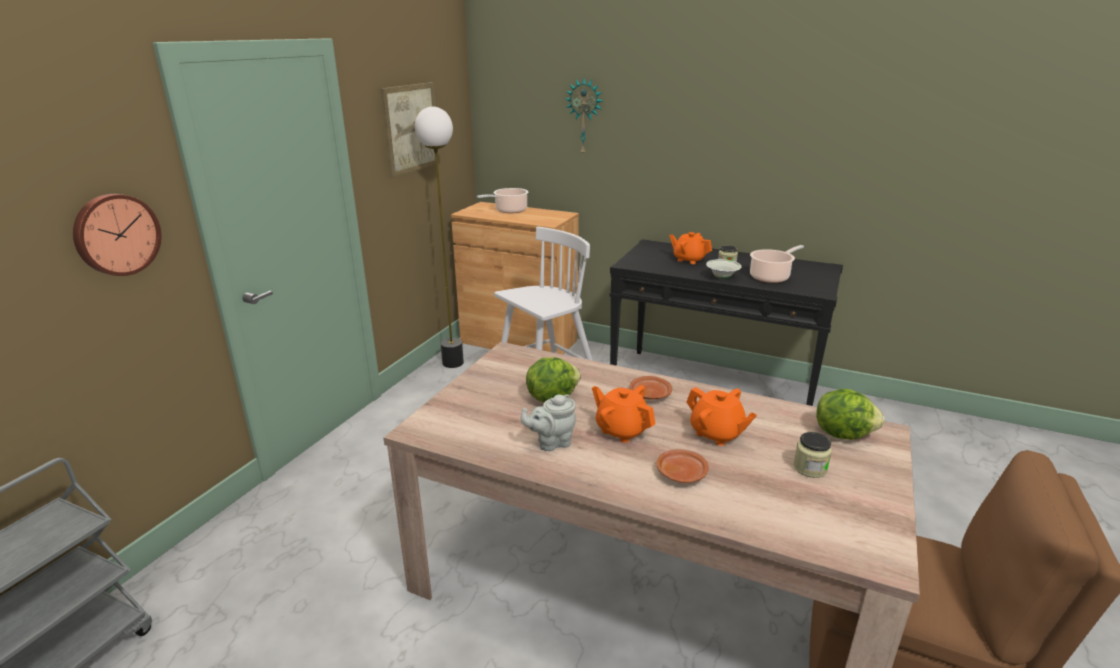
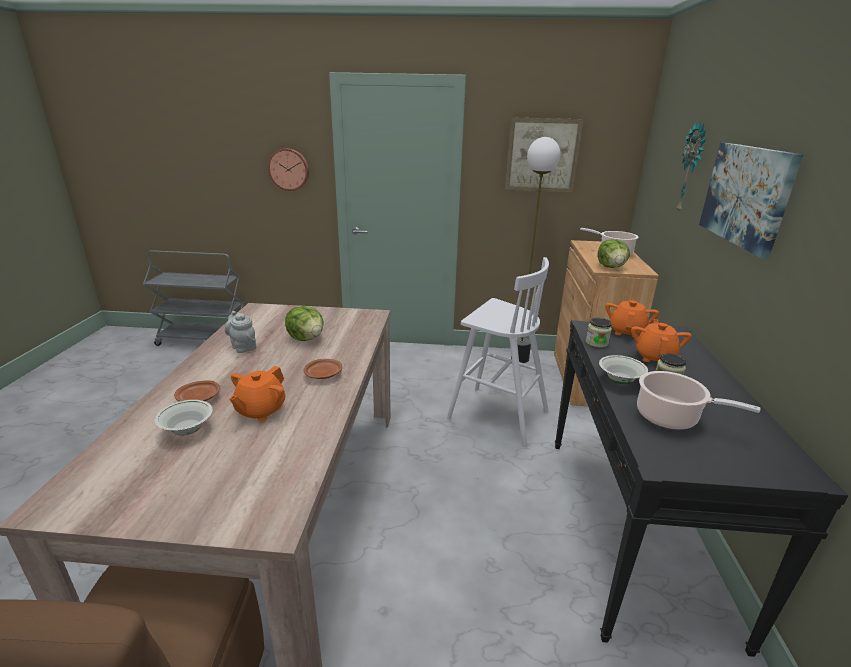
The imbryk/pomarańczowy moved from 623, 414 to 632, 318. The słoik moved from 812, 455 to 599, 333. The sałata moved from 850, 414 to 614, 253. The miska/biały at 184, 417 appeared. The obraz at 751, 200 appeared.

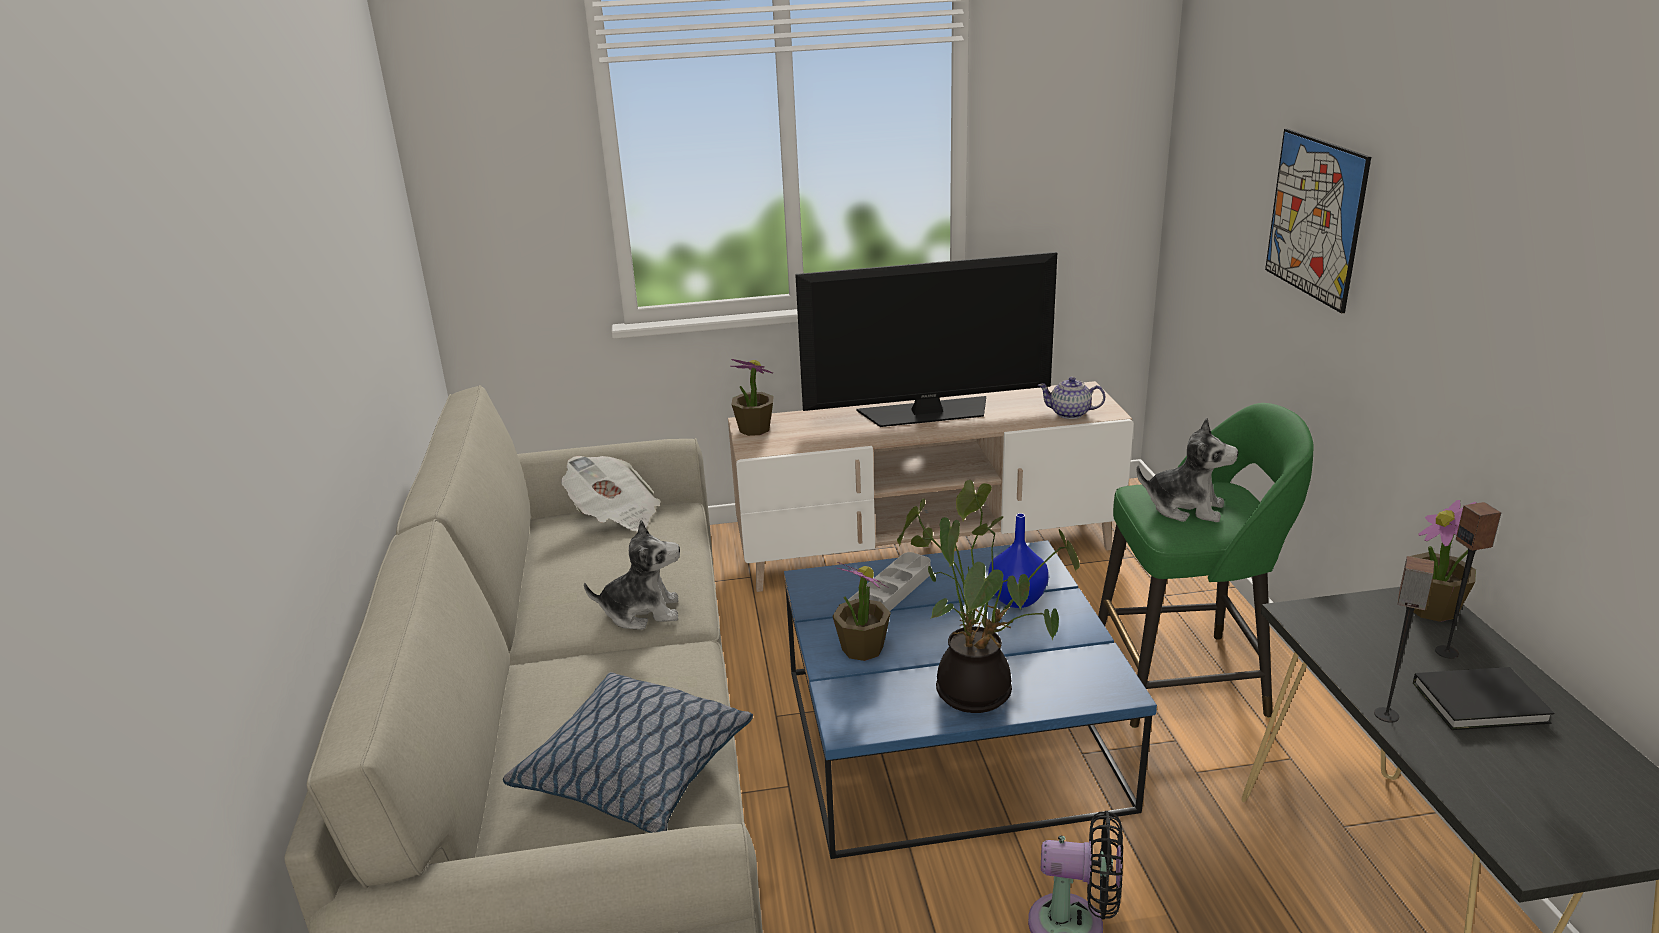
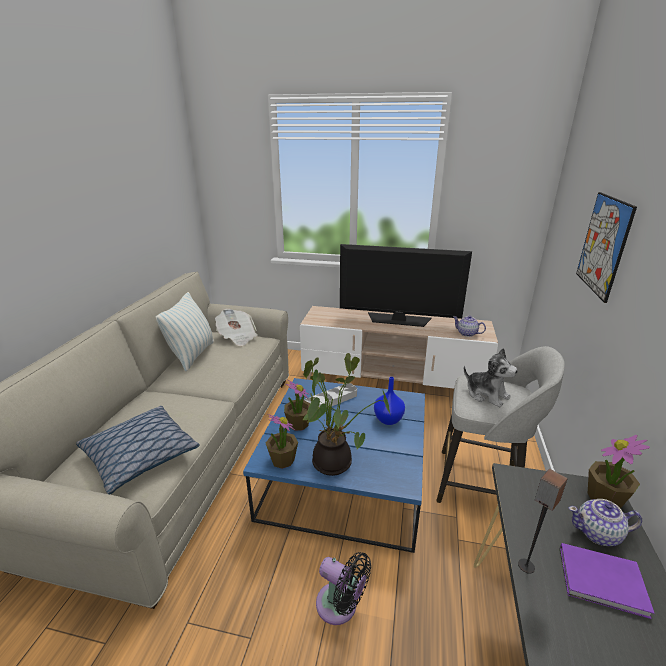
The pluszak at 632, 575 disappeared. The roślina doniczkowa moved from 752, 397 to 282, 441. The stołek/zielony at 1206, 565 became the stołek/szary at 500, 424. The książka/czarny at 1483, 698 became the książka/fioletowy at 607, 581. The głośnik at 1468, 580 was replaced by the imbryk at 605, 522. The poduszka at 185, 332 appeared.

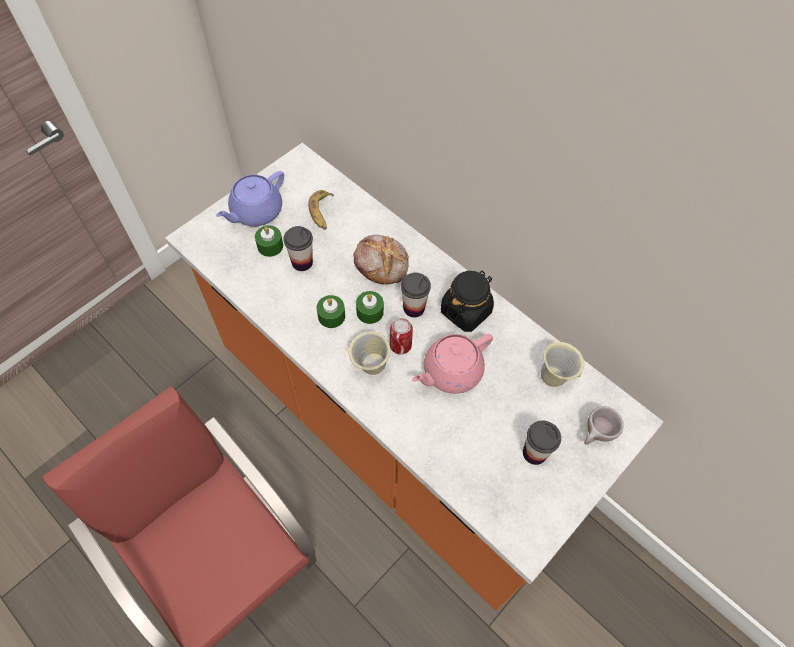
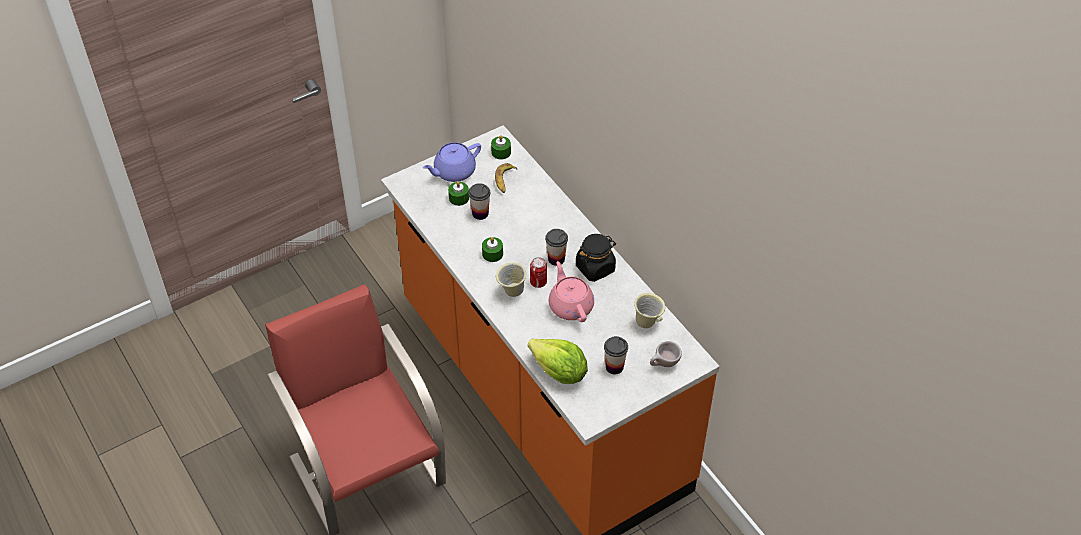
The chleb at 381, 259 disappeared. The świeca/zielony moved from 370, 307 to 501, 147. The imbryk/różowy at 452, 364 turned 90 degrees clockwise. The sałata at 558, 361 appeared.

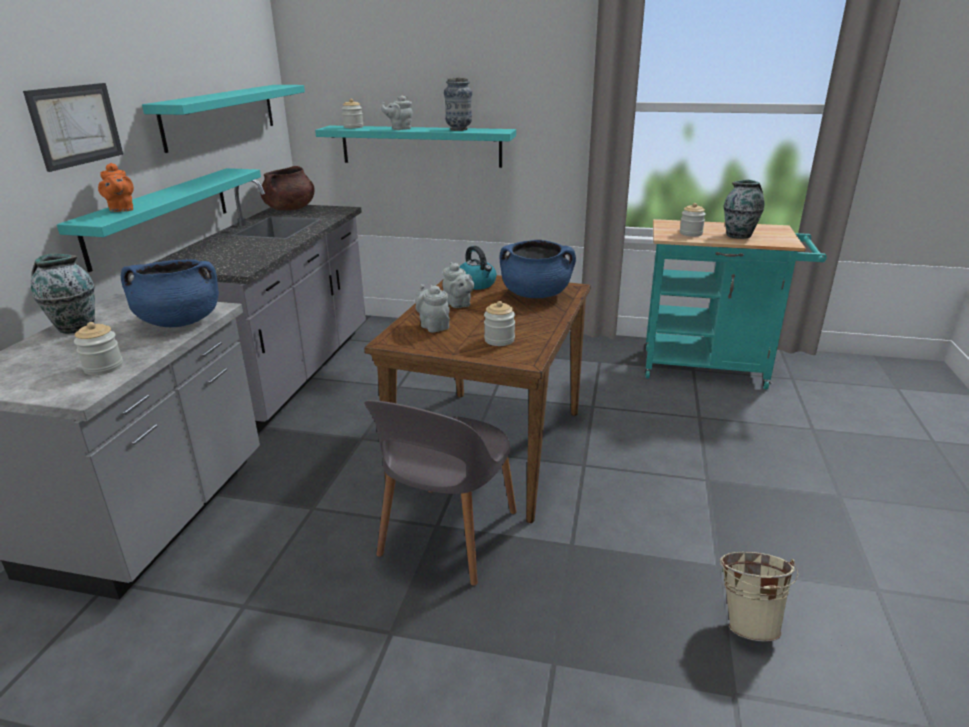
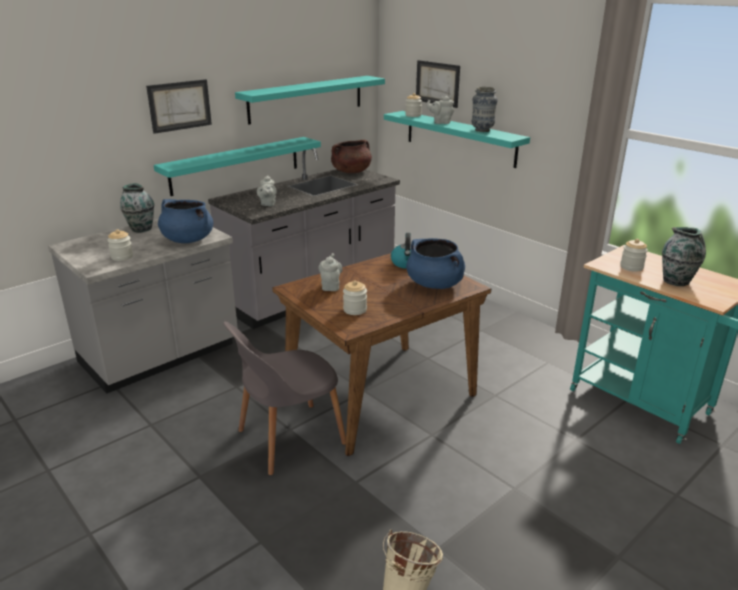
The imbryk/pomarańczowy at 116, 187 disappeared. The imbryk/szary moved from 458, 285 to 266, 190. The obraz at 438, 84 appeared.

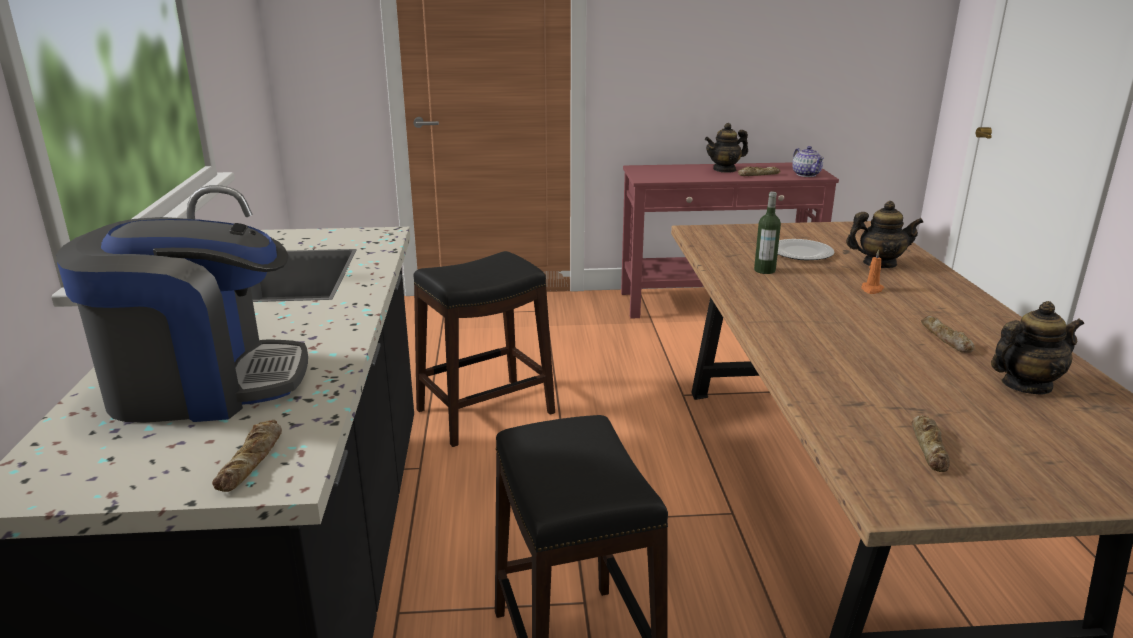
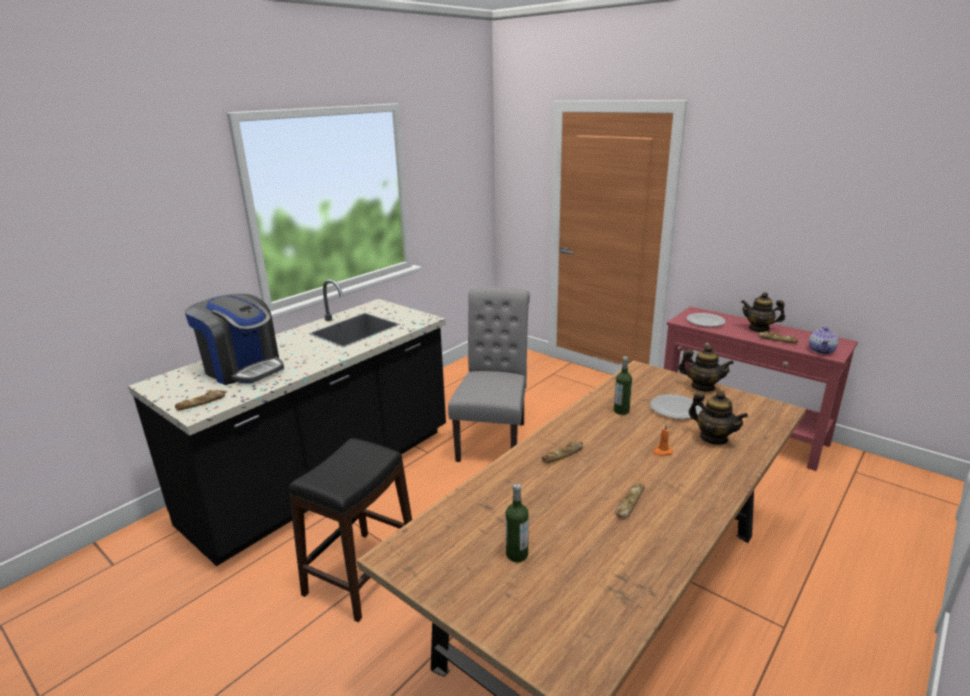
The stołek/czarny at 484, 349 was replaced by the krzesło/szary at 489, 374. The chleb moved from 930, 443 to 562, 452. The imbryk moved from 1037, 348 to 706, 368. The butelka at 517, 522 appeared. The talerz at 706, 320 appeared.

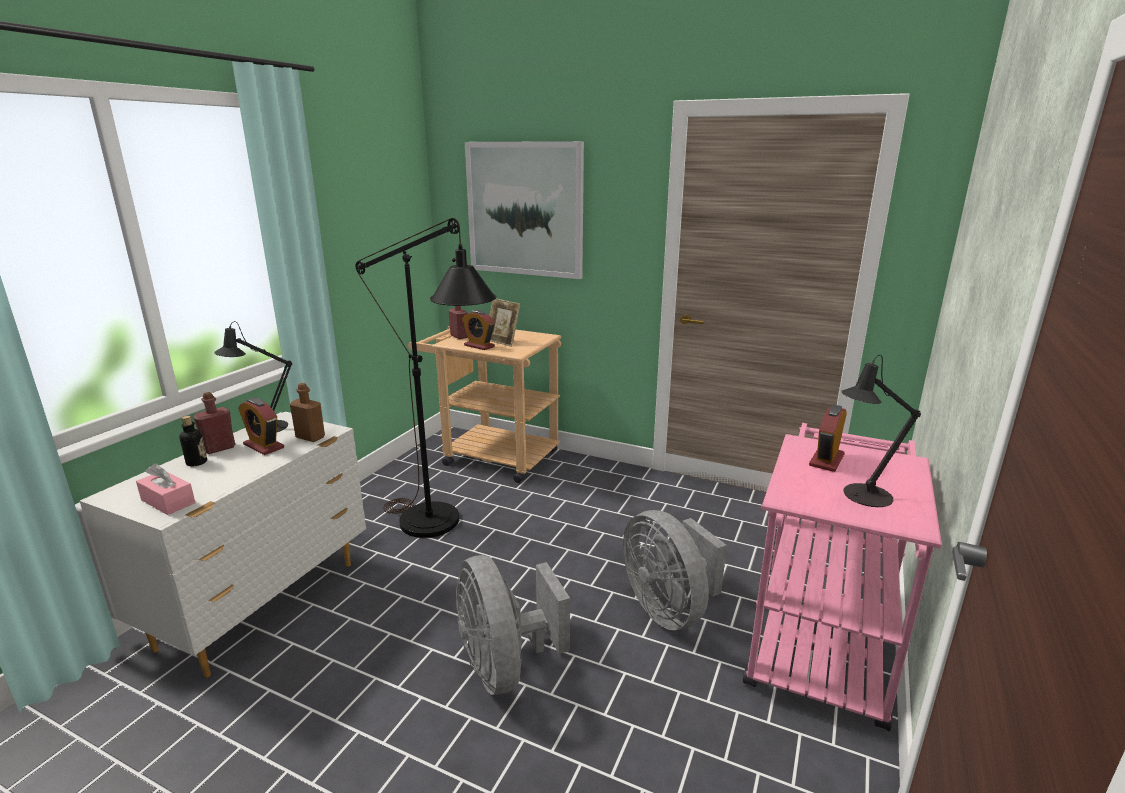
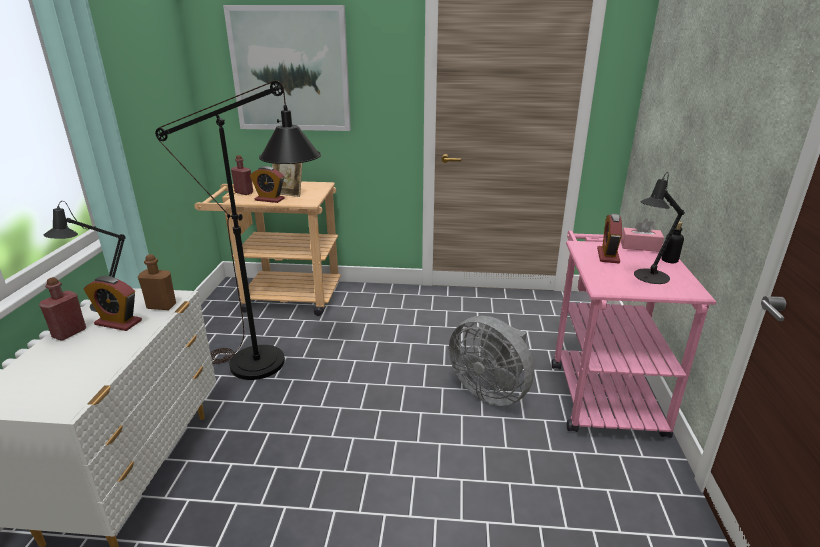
The pudełko chusteczek/różowy moved from 165, 489 to 642, 235. The butelka moved from 193, 441 to 673, 242. The wentylator/szary at 513, 625 disappeared.

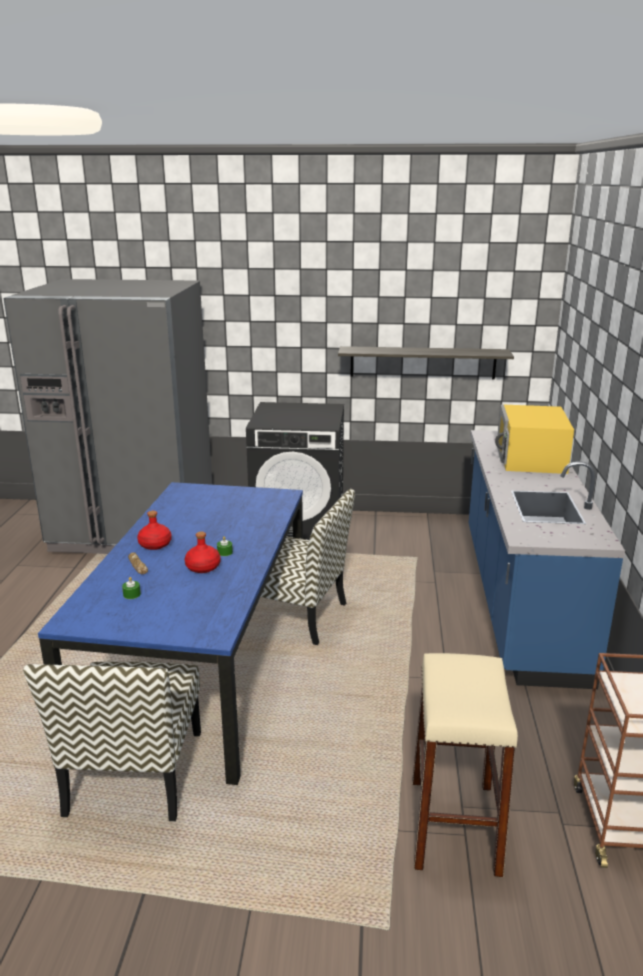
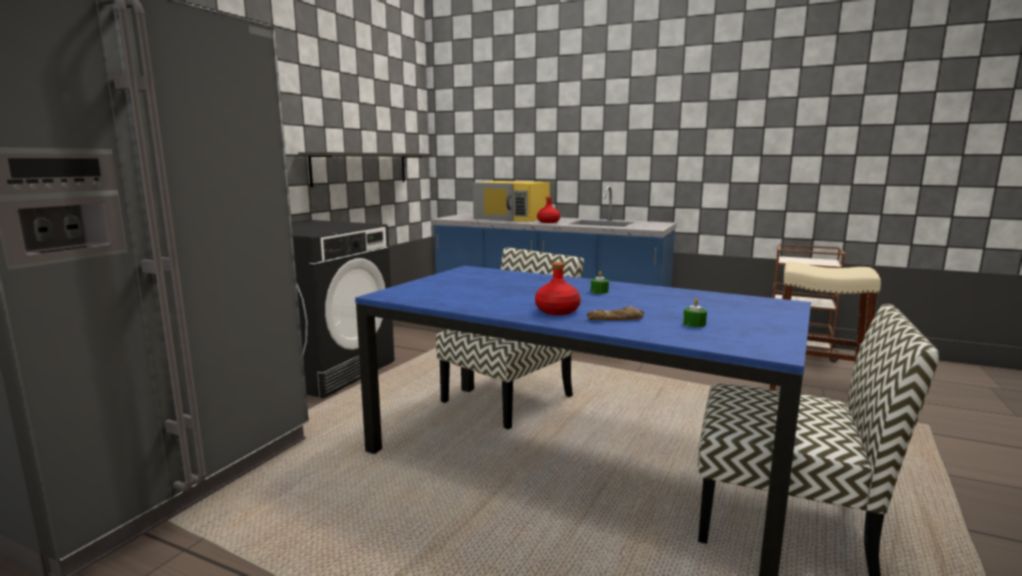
The butelka/czerwony moved from 202, 552 to 548, 210.

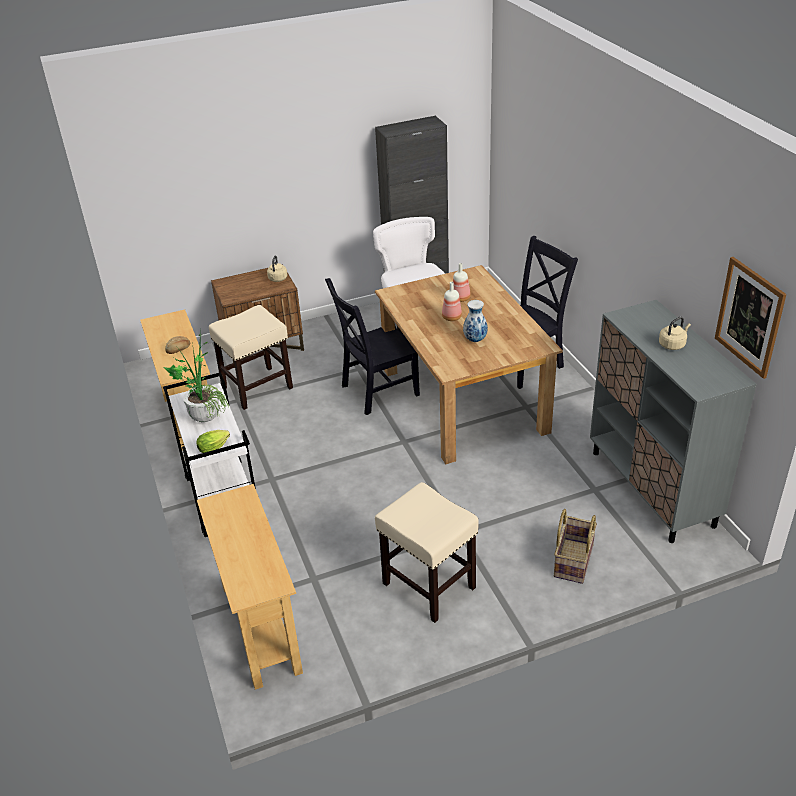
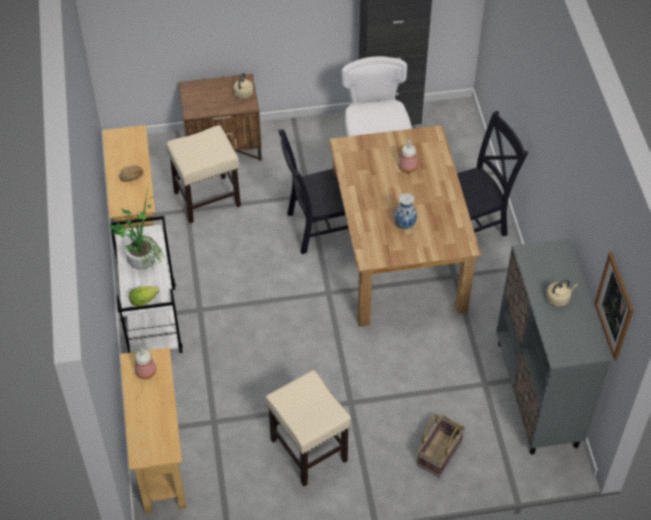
The butelka moved from 452, 301 to 145, 363.

